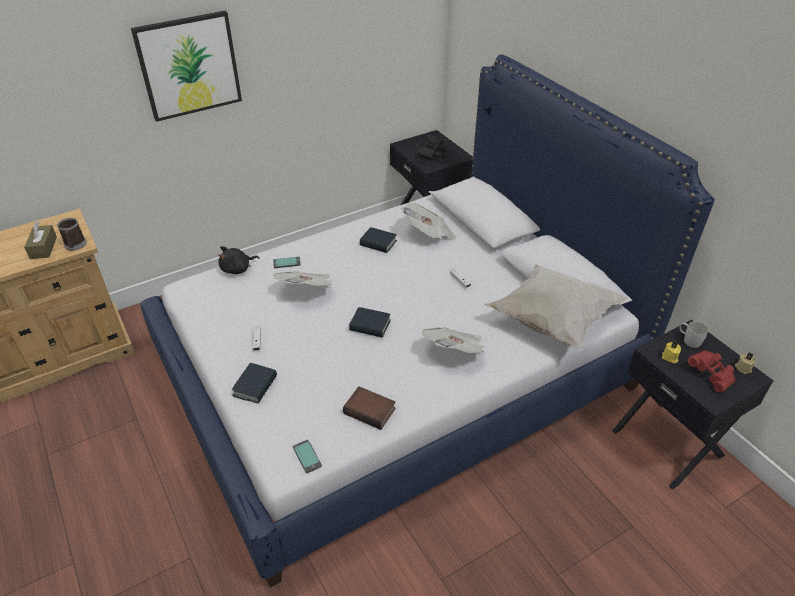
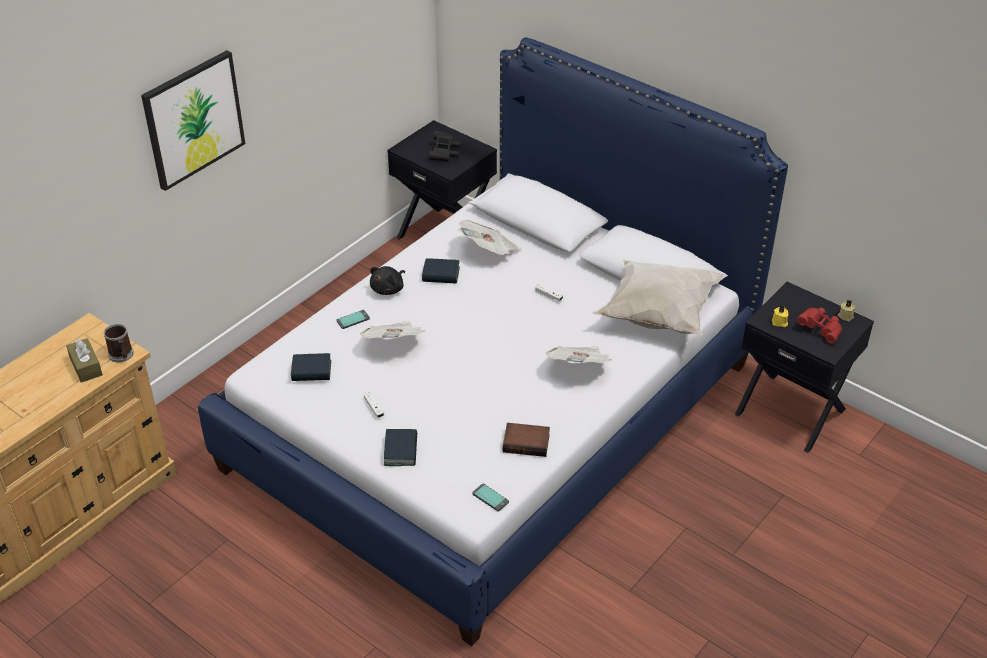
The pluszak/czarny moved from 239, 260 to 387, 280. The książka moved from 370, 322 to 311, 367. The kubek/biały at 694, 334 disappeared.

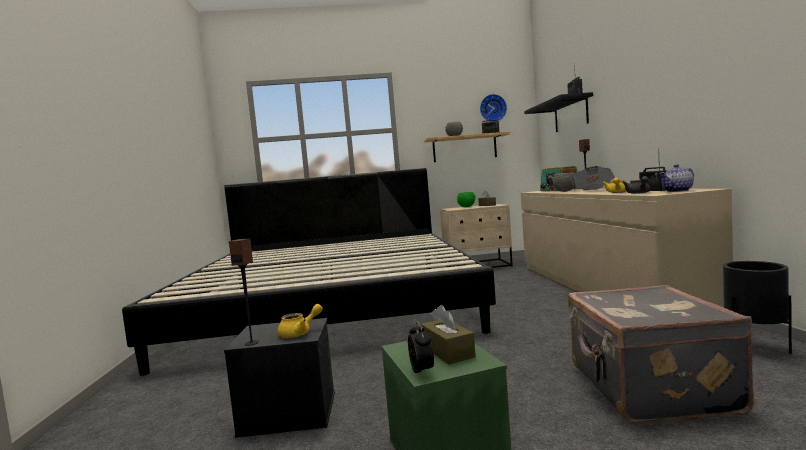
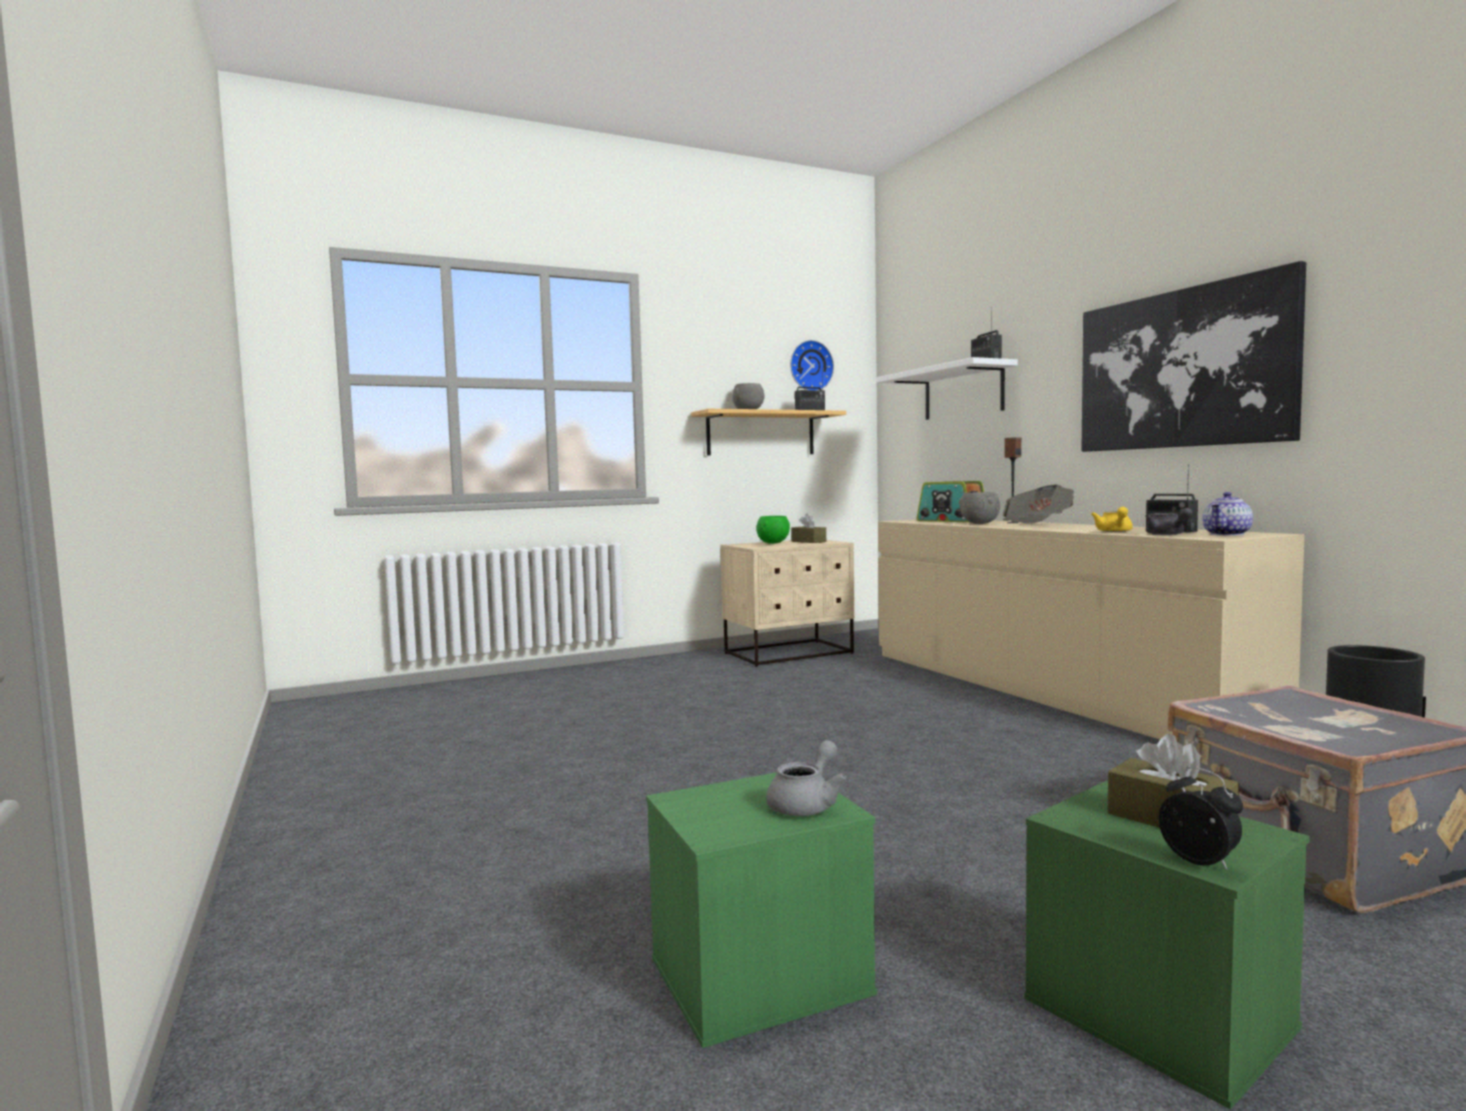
The łóżko at 309, 272 disappeared. The pojemnik do przechowywania/czarny at 279, 378 became the pojemnik do przechowywania/zielony at 761, 910. The głośnik at 244, 292 disappeared. The imbryk/żółty at 300, 321 became the imbryk/szary at 806, 778. The półka/czarny at 558, 112 became the półka/biały at 947, 388. The obraz at 1193, 356 appeared.

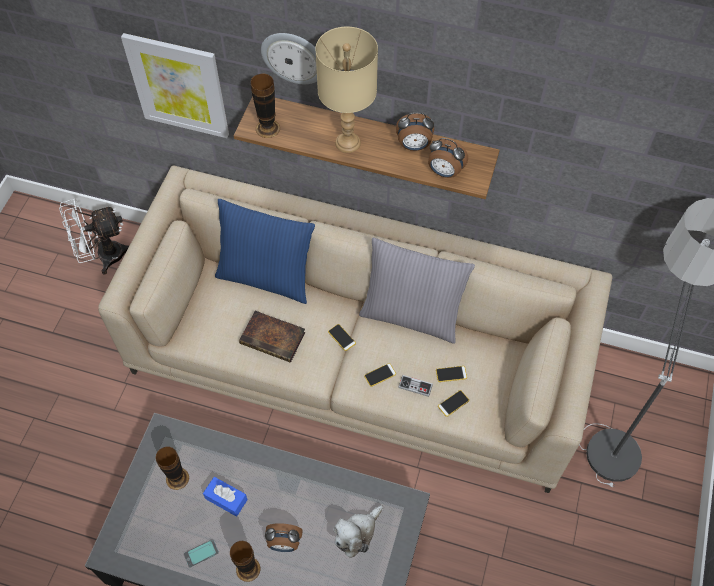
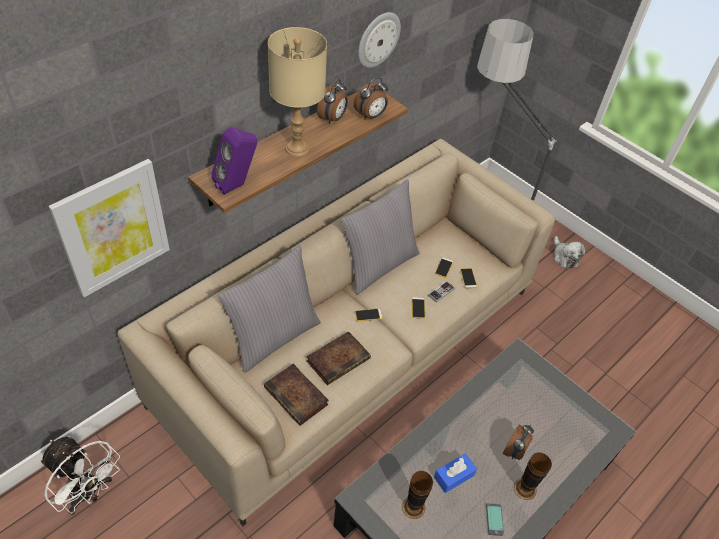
The wentylator/biały at 94, 236 turned 60 degrees counterclockwise. The poduszka/niebieski at 265, 251 became the poduszka/szary at 269, 309. The wazon at 265, 106 was replaced by the głośnik/fioletowy at 234, 161. The zegar ścienny moved from 289, 58 to 379, 40. The pluszak moved from 358, 531 to 569, 252. The książka at 296, 394 appeared.

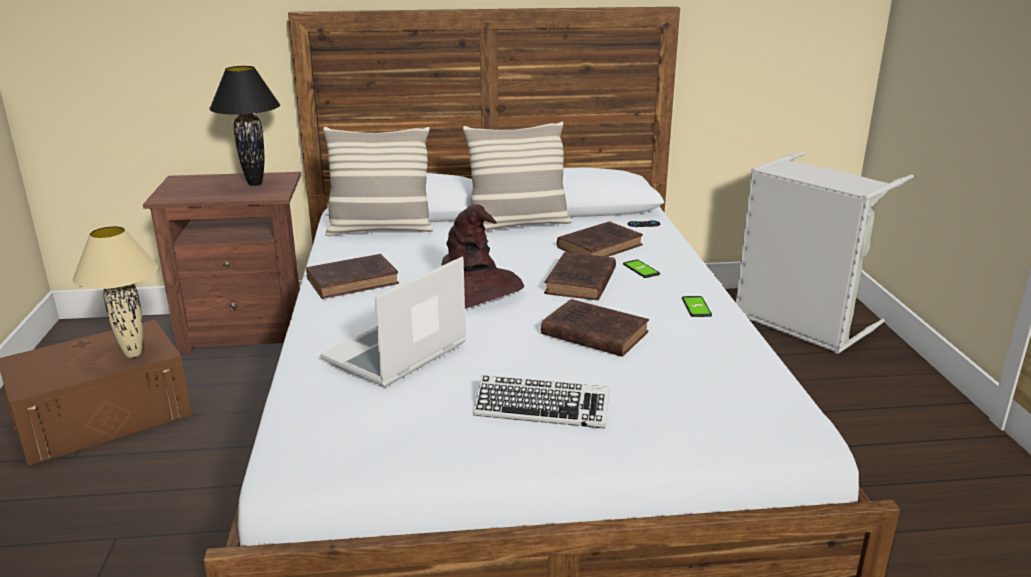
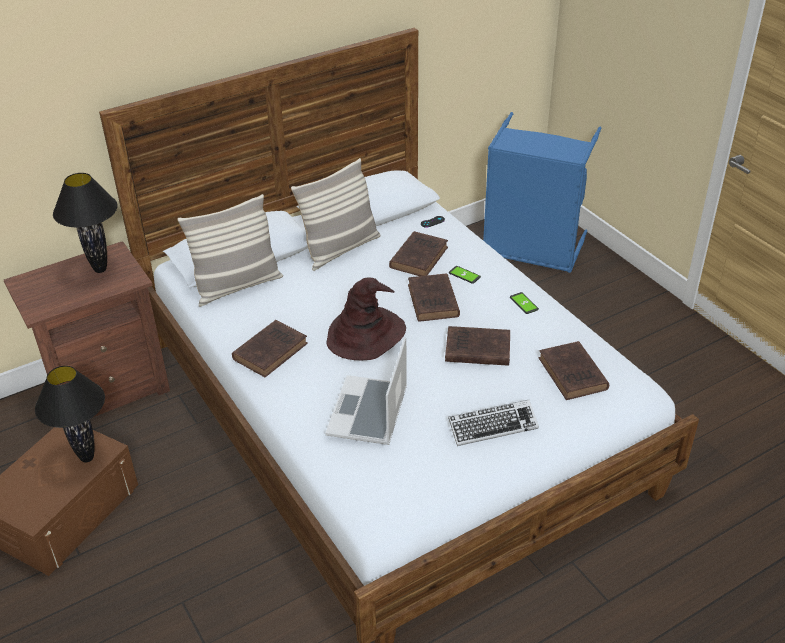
The lampa stołowa/beżowy at 115, 292 became the lampa stołowa/czarny at 70, 414. The kosz na pranie/szary at 825, 252 became the kosz na pranie/niebieski at 542, 192. The książka/brązowy at 573, 370 appeared.

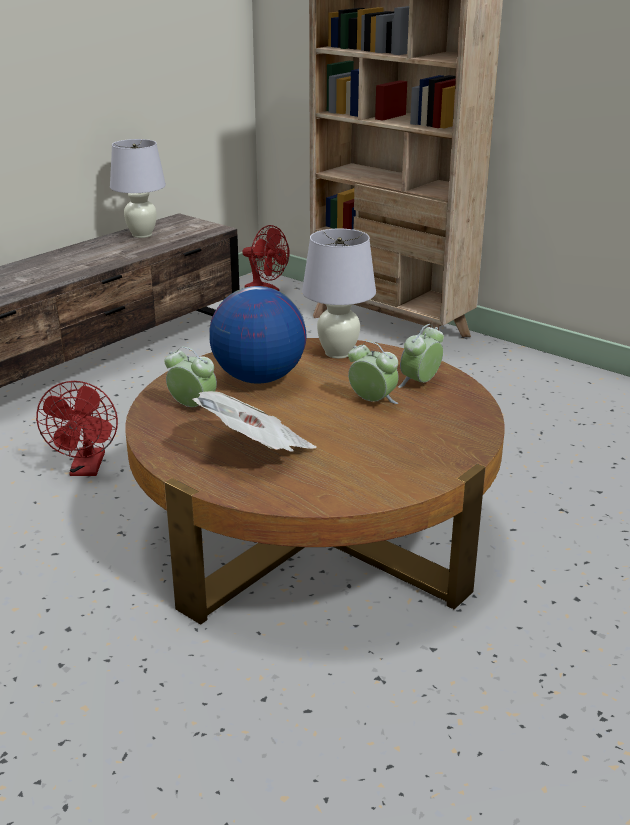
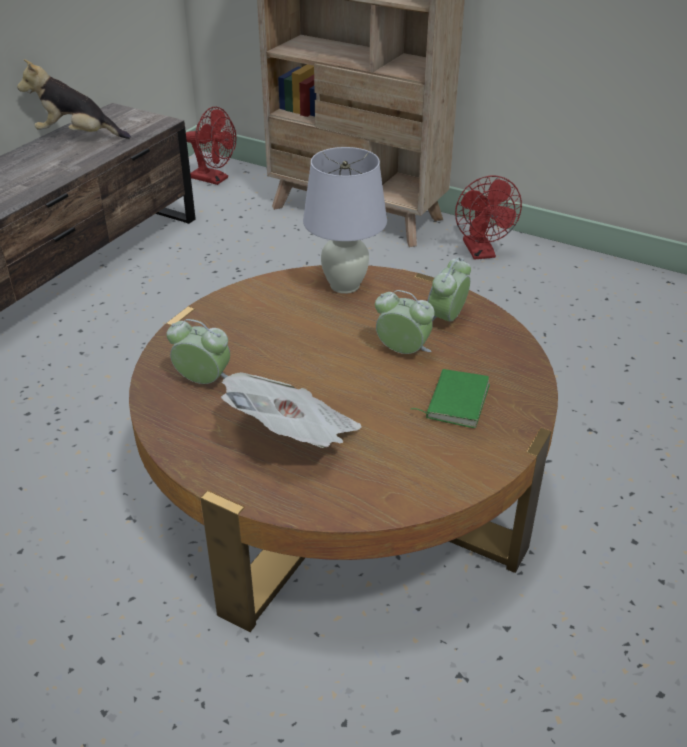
The wentylator/czerwony moved from 77, 428 to 488, 217. The lampa stołowa/biały at 138, 188 was replaced by the pluszak at 74, 99. The globus at 258, 335 disappeared. The książka/zielony at 450, 398 appeared.

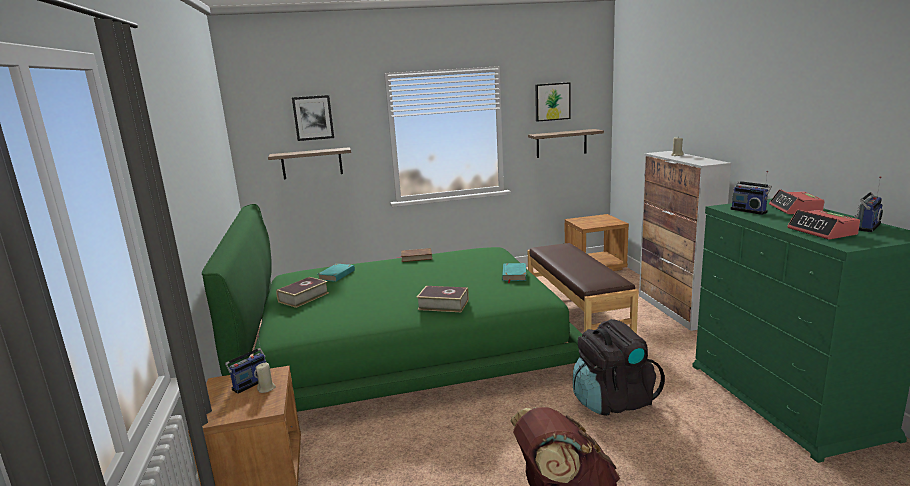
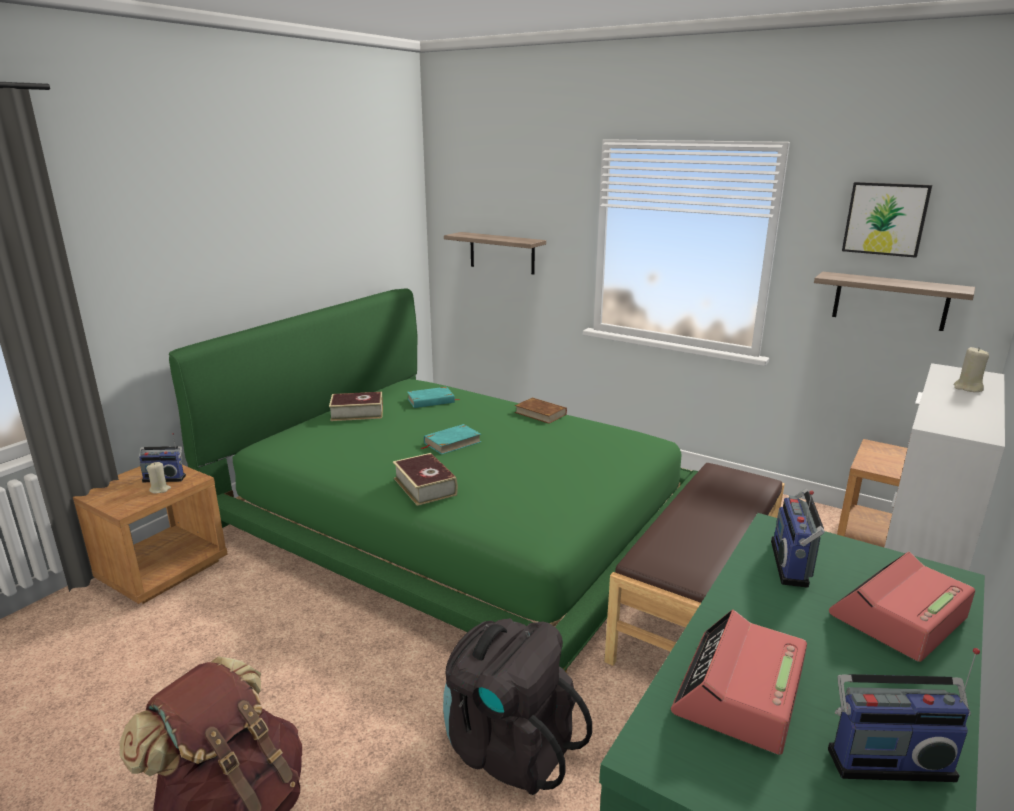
The obraz at 313, 118 disappeared. The książka/turkusowy moved from 514, 273 to 451, 439.

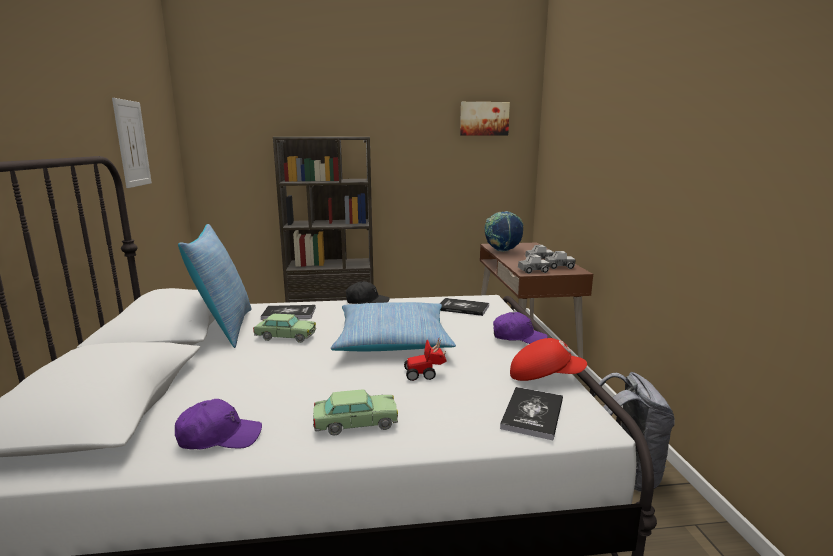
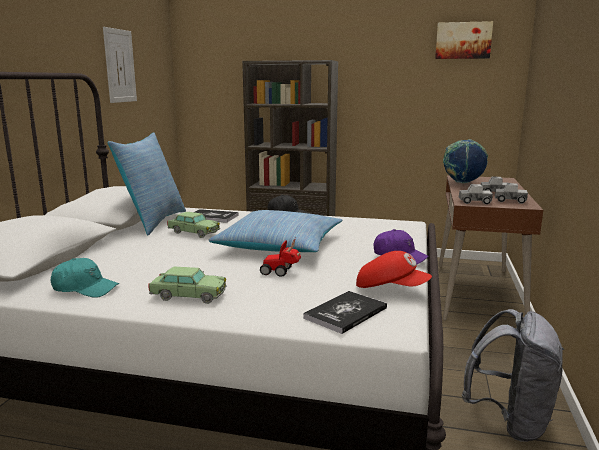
The czapka z daszkiem/fioletowy at 218, 424 became the czapka z daszkiem/turkusowy at 85, 278. The książka at 464, 307 disappeared.

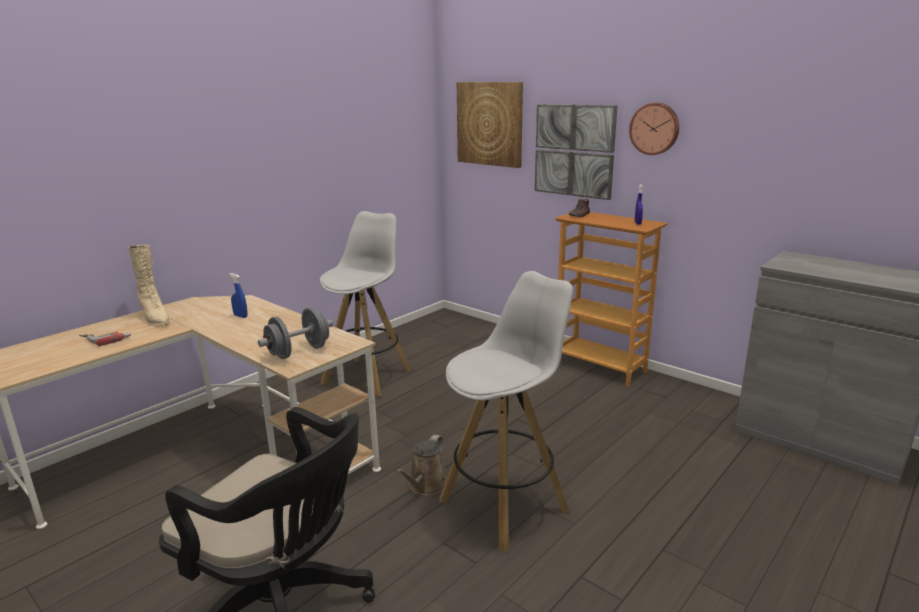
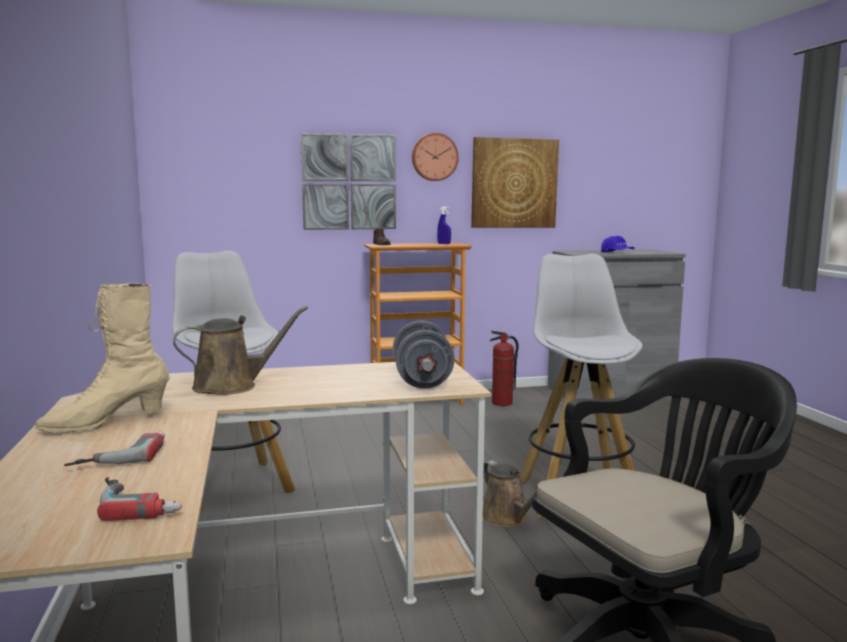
The but z cholewką/beżowy at 149, 285 turned 150 degrees clockwise. The spryskiwacz/niebieski at 238, 295 was replaced by the konewka/brązowy at 240, 350. The obraz moved from 490, 125 to 515, 182. The wiertarka at 139, 499 appeared. The gaśnica at 504, 368 appeared. The czapka z daszkiem/niebieski at 618, 244 appeared.

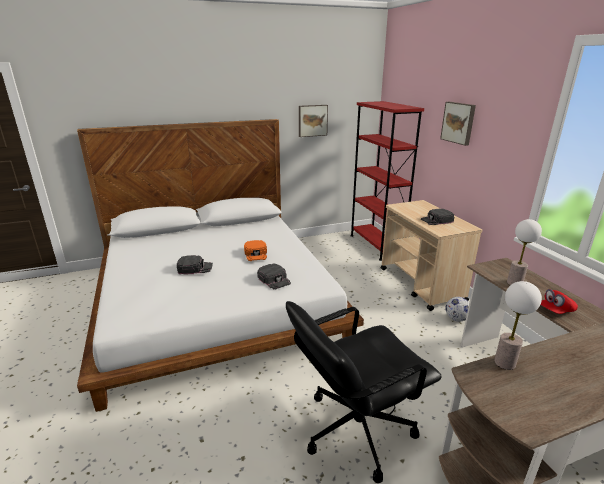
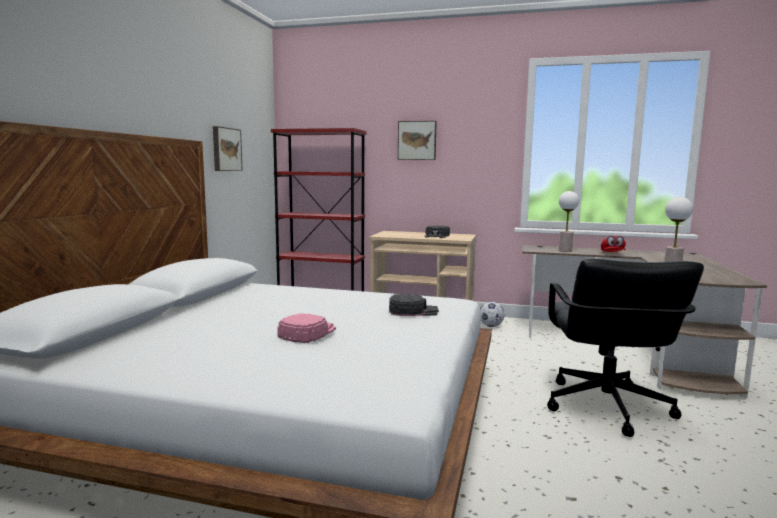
The czapka z daszkiem/czarny at 195, 265 became the czapka z daszkiem/różowy at 306, 328. The czapka z daszkiem/pomarańczowy at 255, 250 disappeared.

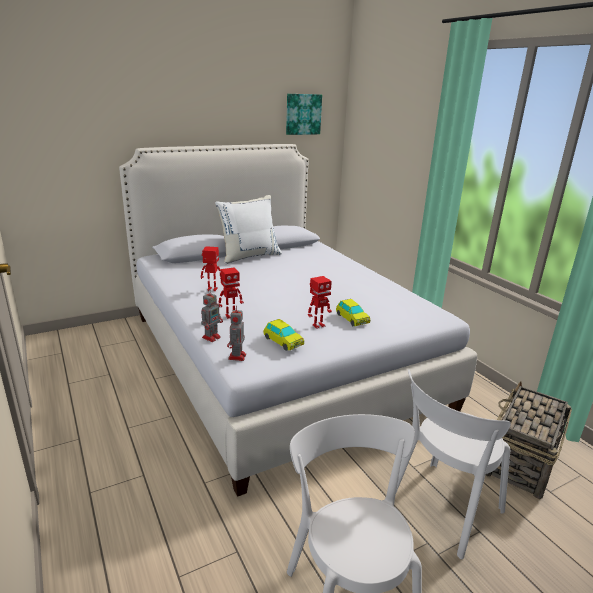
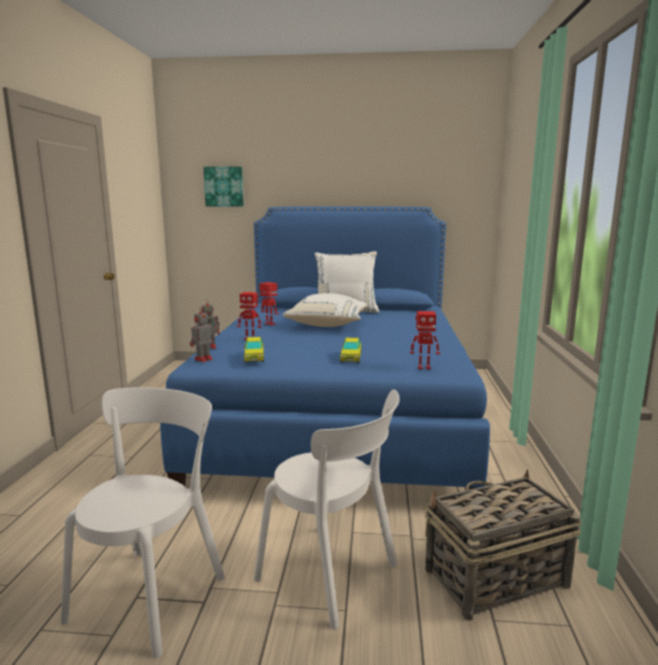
The łóżko/biały at 298, 320 became the łóżko/niebieski at 325, 348. The obraz moved from 304, 114 to 223, 186. The robot zabawkowy moved from 320, 302 to 425, 340. The krzesło/biały at 453, 464 turned 135 degrees counterclockwise. The poduszka/biały at 325, 310 appeared.

